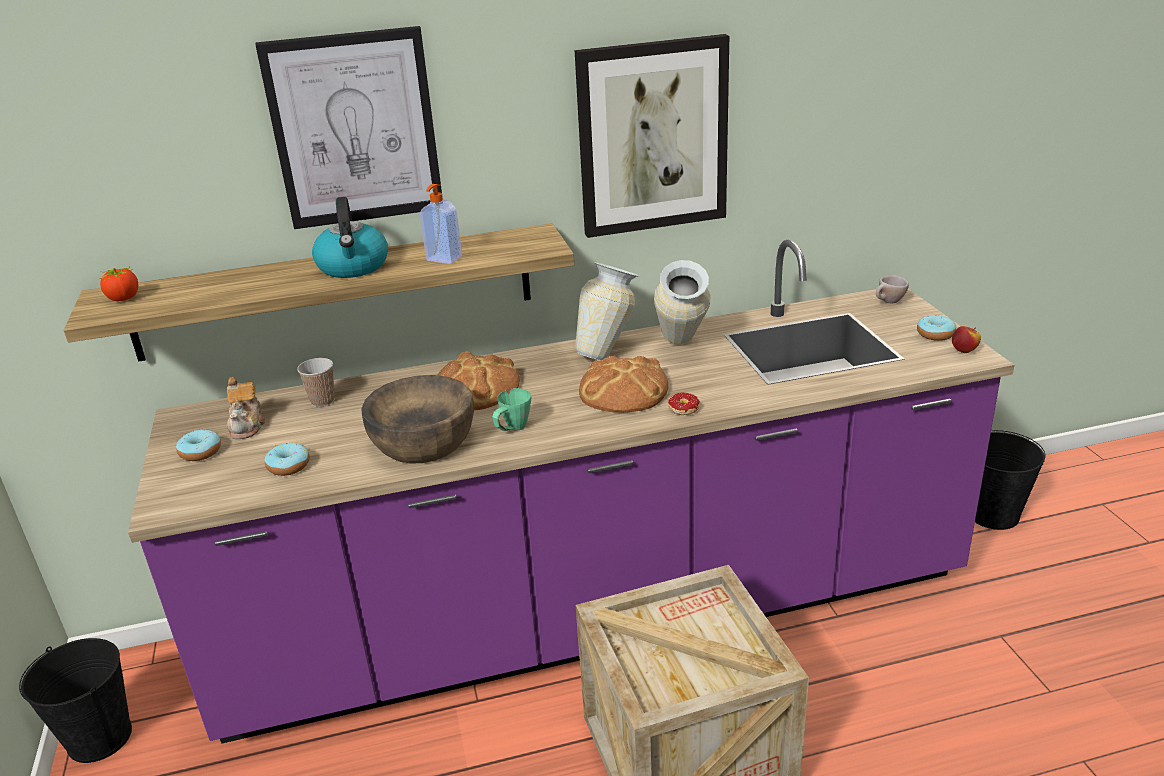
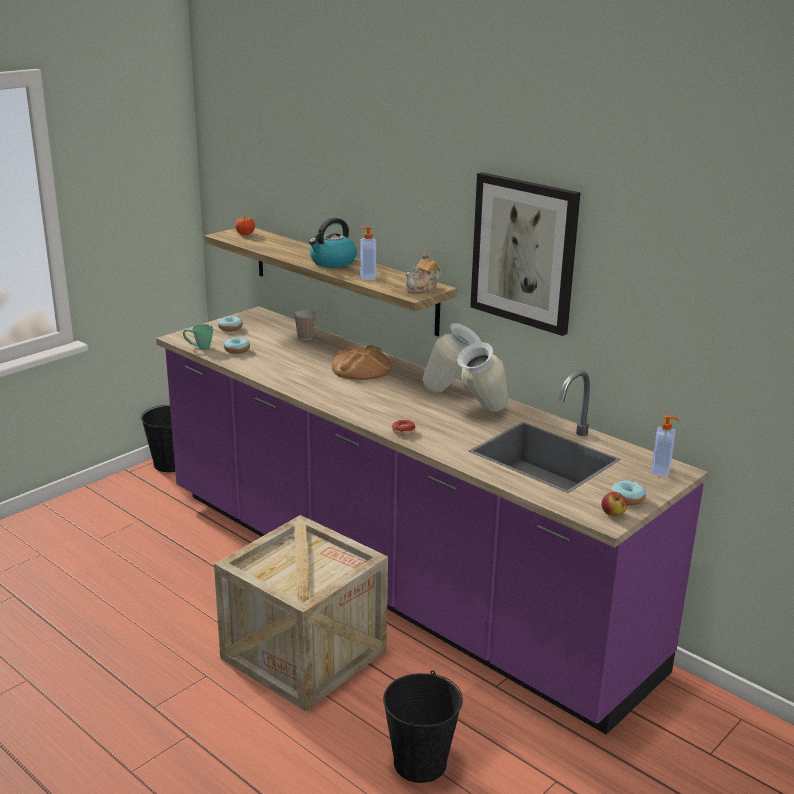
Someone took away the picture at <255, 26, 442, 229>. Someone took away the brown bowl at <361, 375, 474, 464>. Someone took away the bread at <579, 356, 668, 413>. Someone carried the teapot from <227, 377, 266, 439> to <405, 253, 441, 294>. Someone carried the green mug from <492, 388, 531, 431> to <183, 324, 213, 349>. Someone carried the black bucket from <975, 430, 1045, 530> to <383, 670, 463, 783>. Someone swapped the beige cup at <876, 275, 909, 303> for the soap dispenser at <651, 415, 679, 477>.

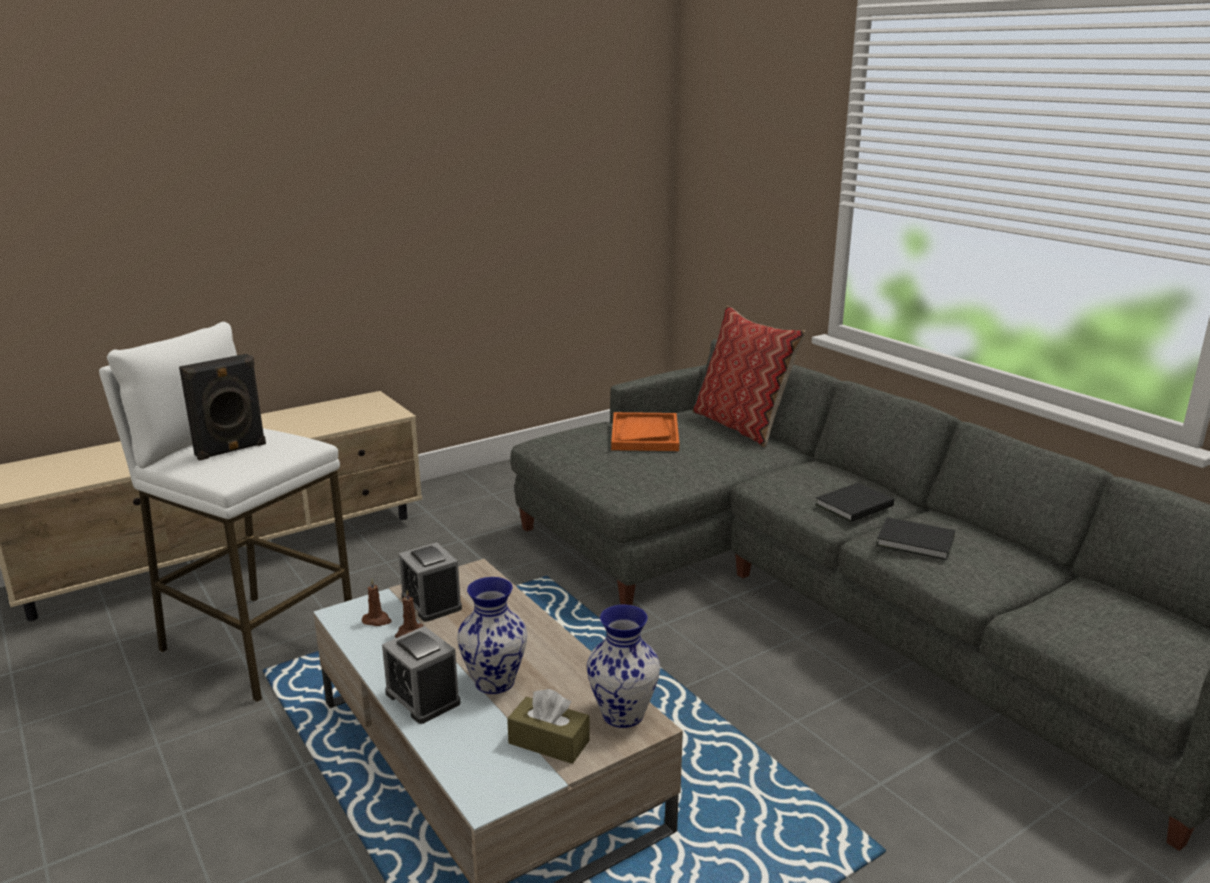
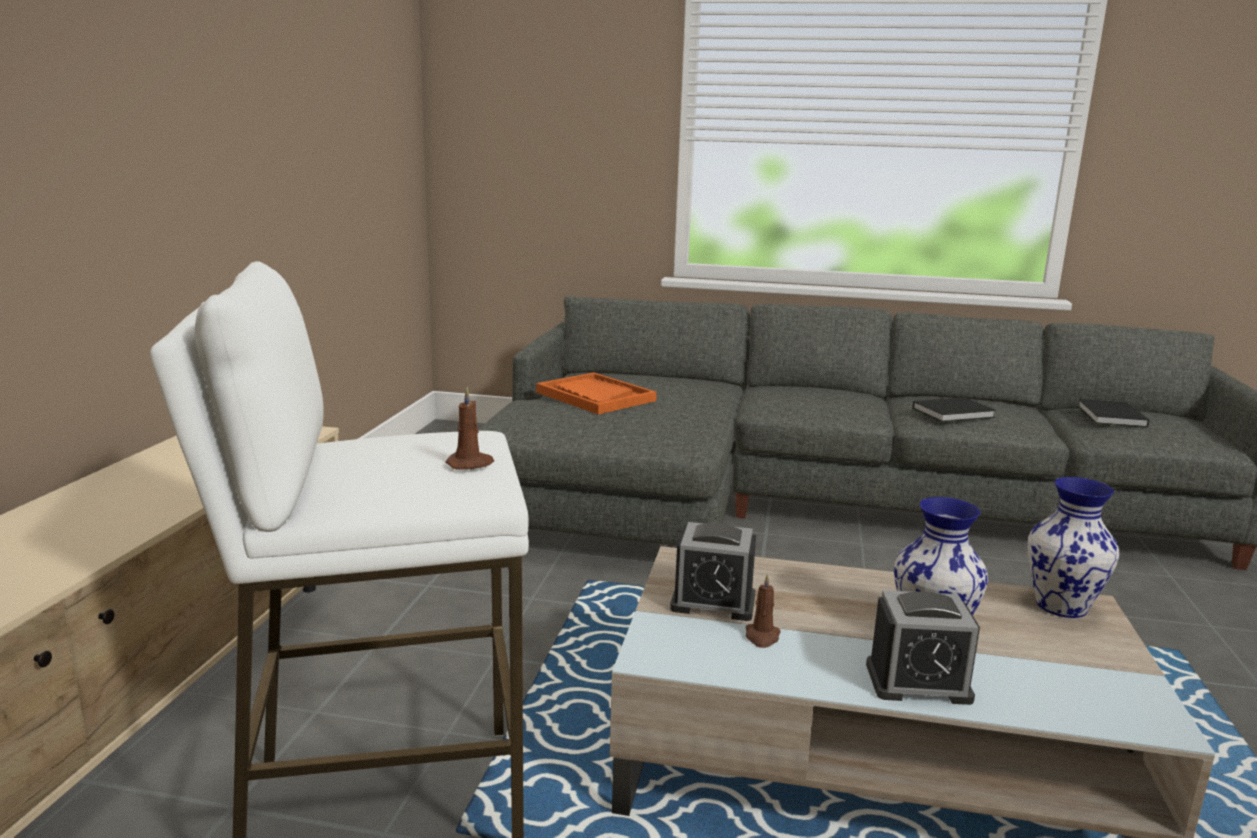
Someone took away the black speaker at <179, 354, 266, 461>. Someone took away the brown tissue box at <507, 689, 590, 764>. Someone took away the pillow at <693, 306, 806, 448>. Someone carried the brown candle from <362, 579, 392, 626> to <445, 387, 494, 470>. Someone carried the black book from <815, 483, 894, 522> to <1077, 399, 1149, 428>.

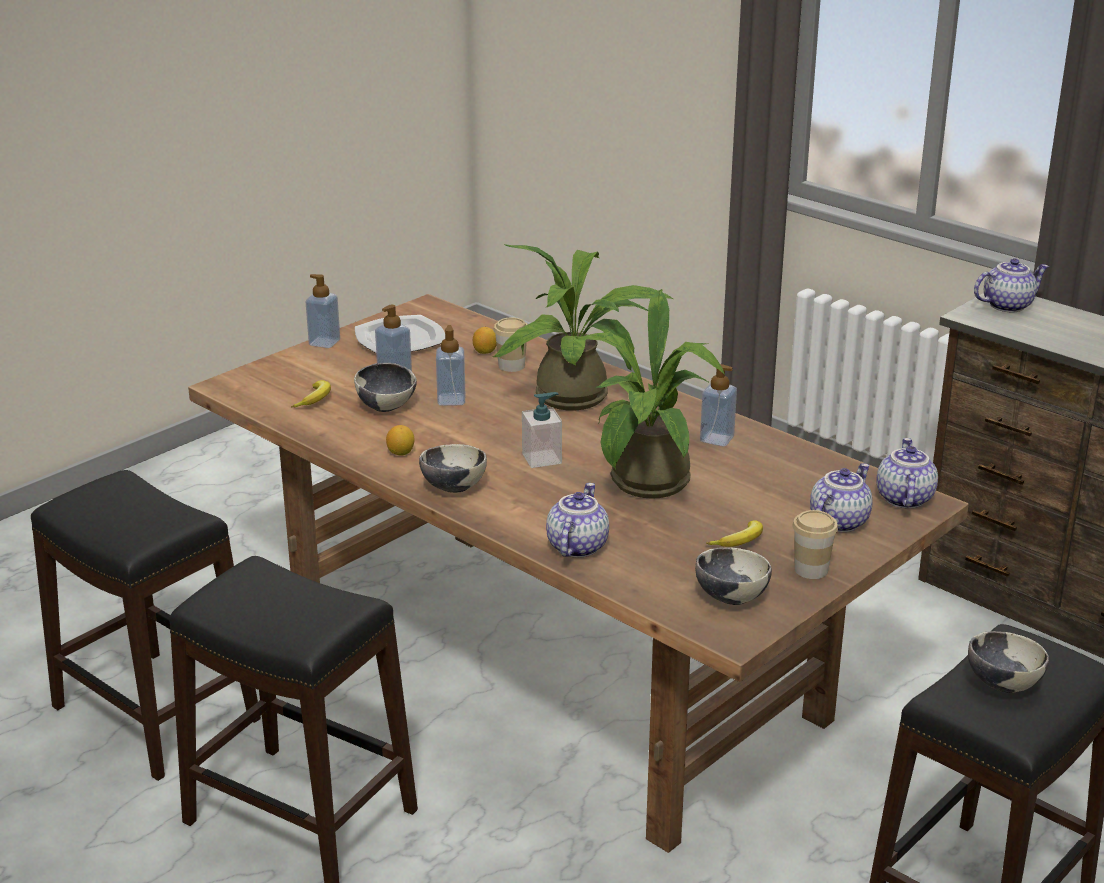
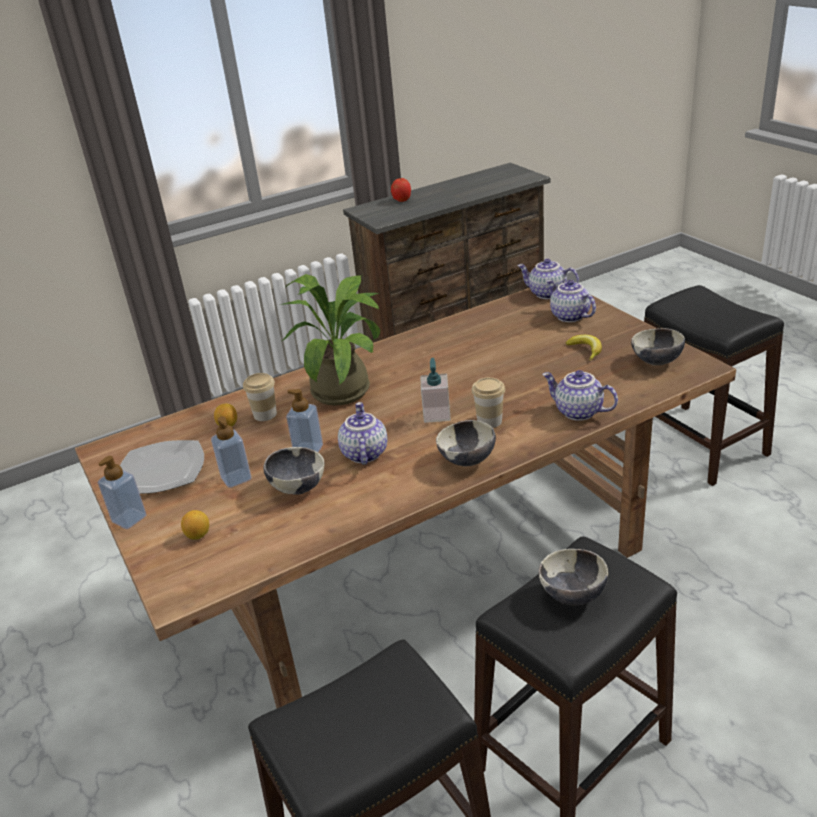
Someone took away the banana at <291, 380, 331, 408>. Someone took away the potted plant at <575, 289, 725, 499>. Someone took away the soap dispenser at <700, 364, 737, 446>. Someone put down the apple at <391, 178, 411, 202>. Someone carried the lemon from <386, 425, 415, 456> to <181, 510, 209, 540>. Someone carried the cup from <792, 510, 838, 579> to <472, 377, 505, 428>. Someone carried the bowl from <968, 631, 1049, 693> to <538, 549, 608, 605>. Someone carried the teapot from <974, 258, 1049, 312> to <338, 402, 387, 465>.

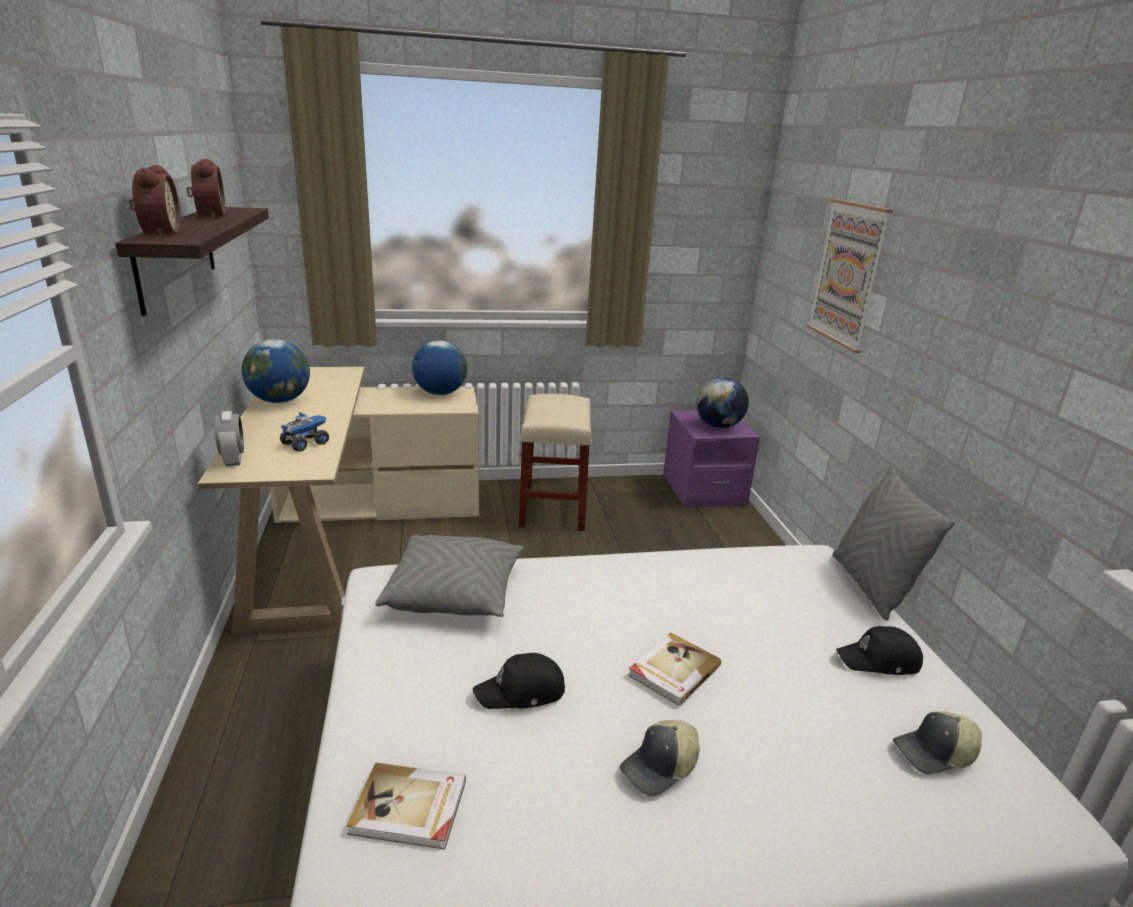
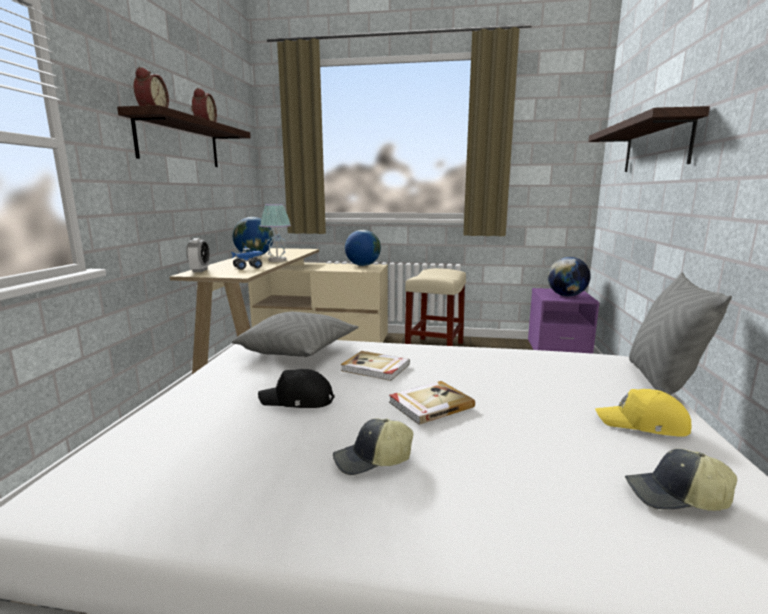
Someone put down the table lamp at <260, 204, 291, 262>. Someone carried the book from <346, 763, 466, 850> to <340, 351, 410, 381>. Someone swapped the picture at <807, 199, 893, 353> for the shelf at <588, 106, 710, 172>. Someone repainted the black cap at <836, 626, 923, 675>, which became the yellow cap at <595, 389, 691, 437>.

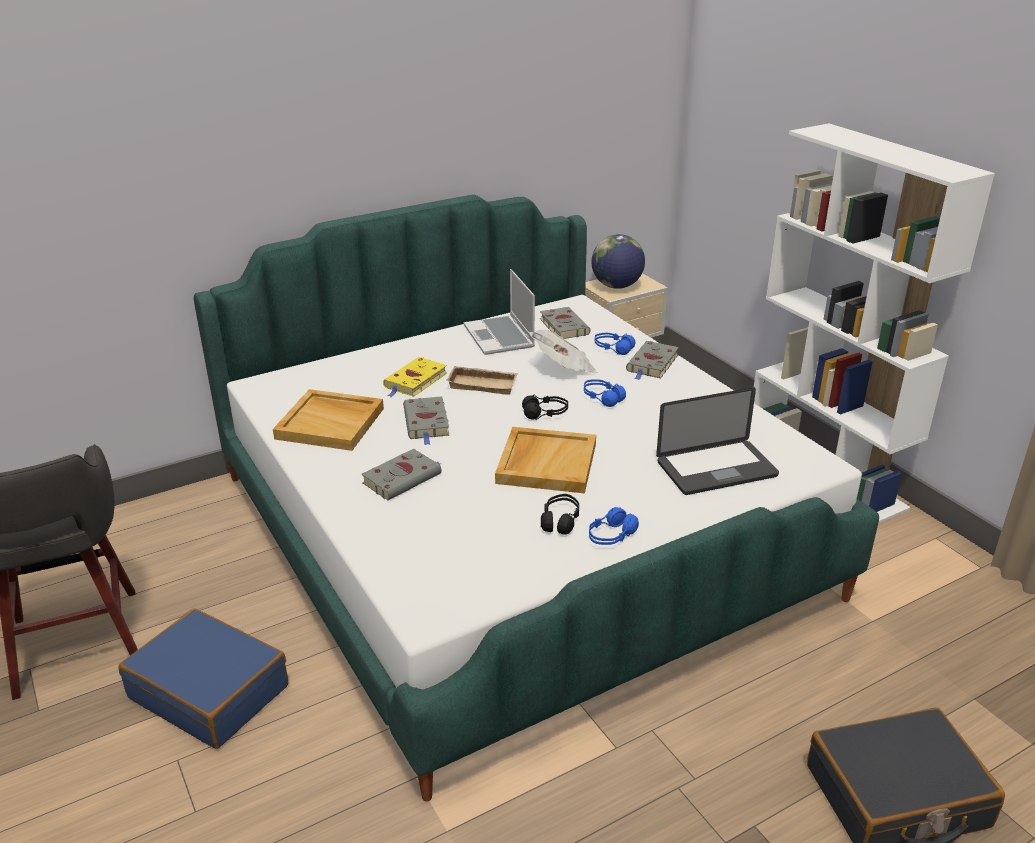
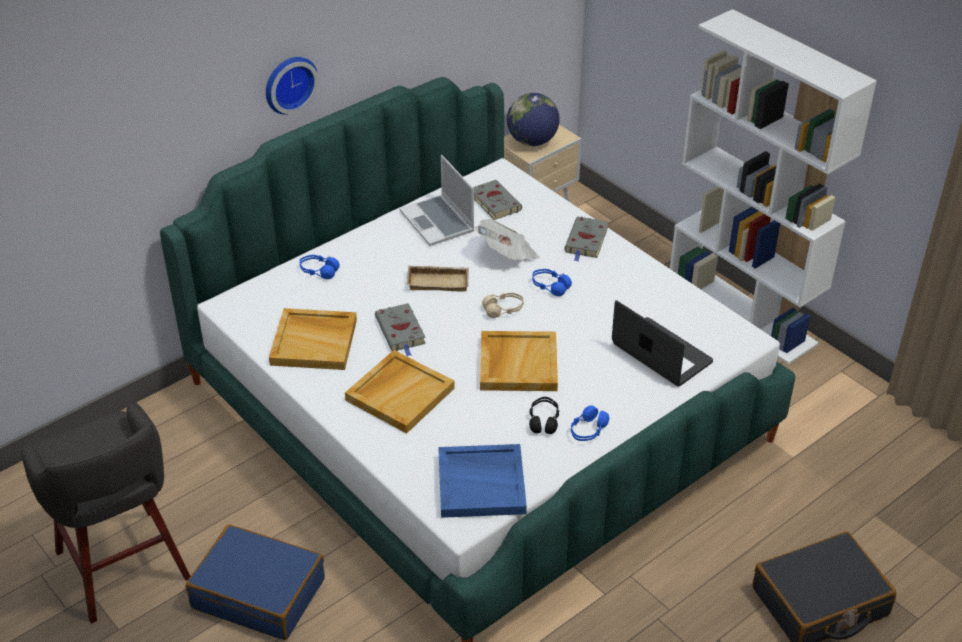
Someone took away the yellow book at <383, 357, 447, 397>. Someone put up the wall clock at <266, 57, 319, 115>. Someone put down the blue tray at <438, 444, 527, 518>. Someone carried the blue headphones from <595, 333, 635, 355> to <299, 255, 340, 279>. Someone swapped the grey book at <361, 449, 442, 500> for the beige tray at <345, 350, 455, 434>. Someone repainted the black headphones at <522, 394, 568, 420>, which became the beige headphones at <482, 292, 524, 318>. Someone rotated the laptop at <656, 387, 779, 495> by 105 degrees counterclockwise.

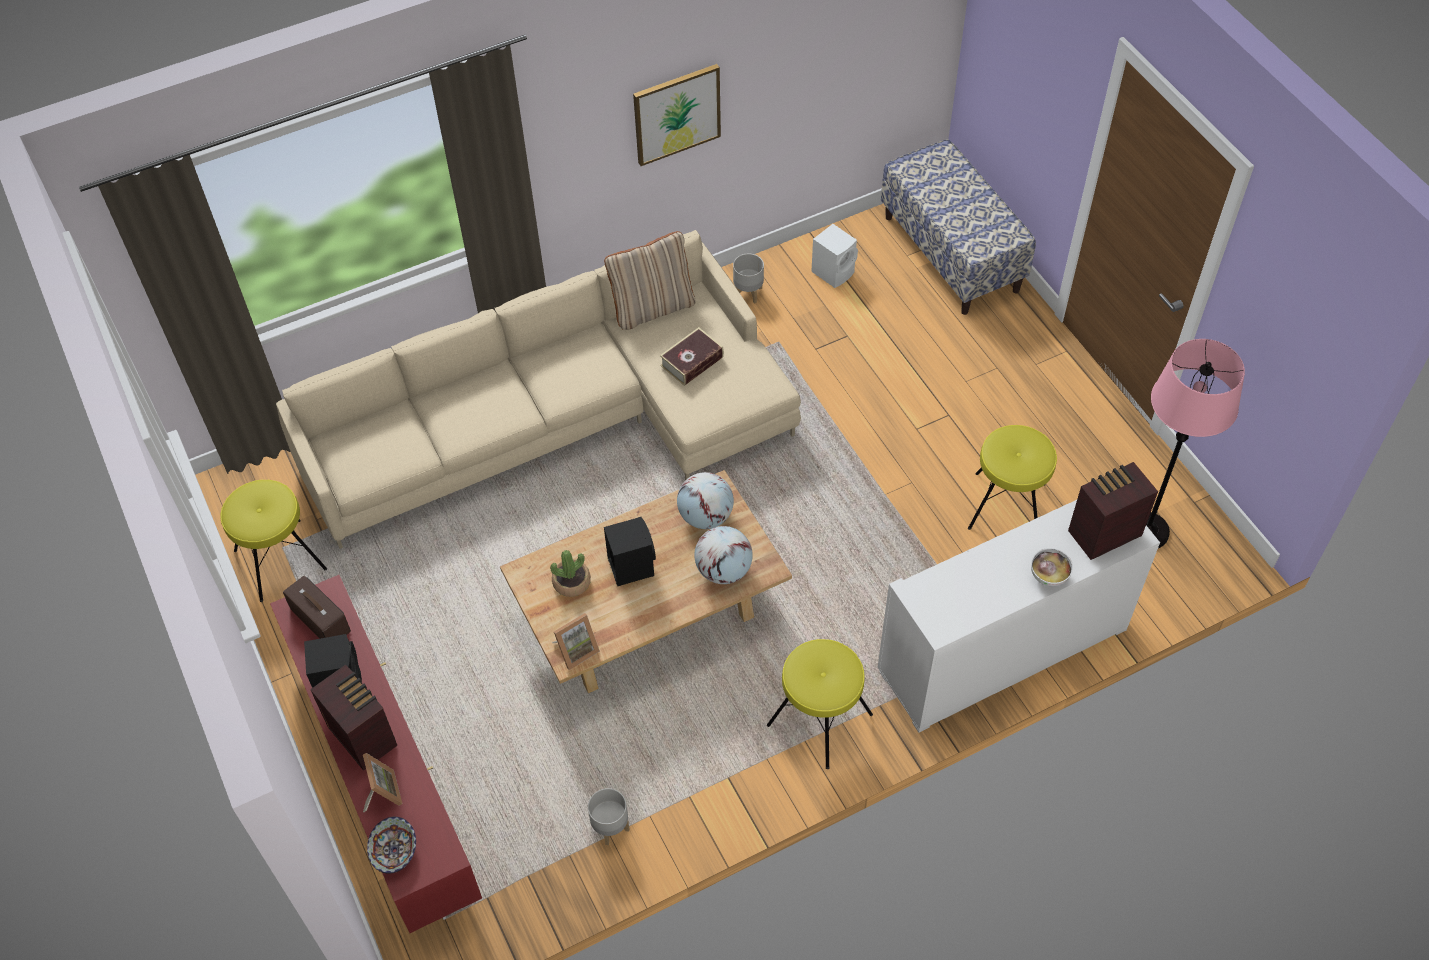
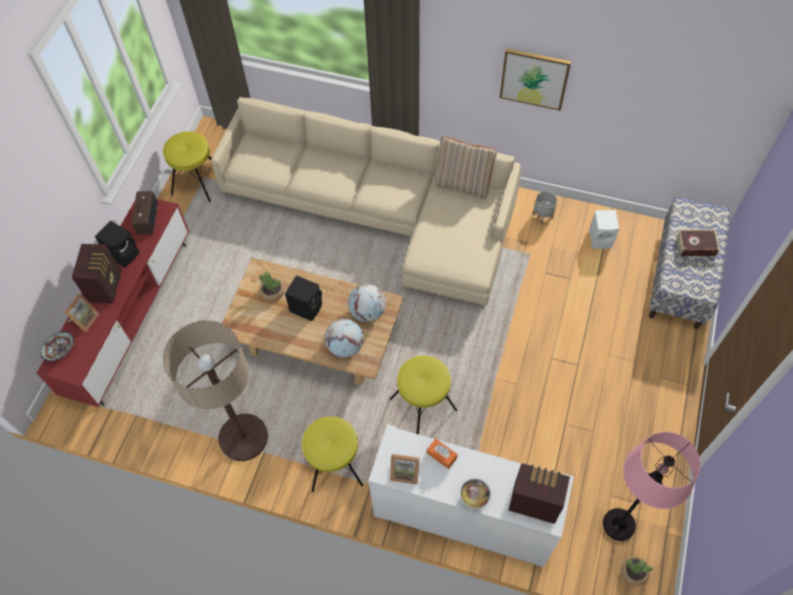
Someone took away the grey planter at <588, 788, 629, 845>. Someone put down the floor lamp at <163, 320, 268, 461>. Someone put down the orange tissue box at <427, 439, 457, 469>. Someone put down the potted plant at <621, 557, 653, 586>. Someone carried the picture frame from <552, 613, 600, 670> to <390, 454, 420, 485>. Someone carried the book from <660, 327, 724, 386> to <676, 229, 720, 256>. Someone carried the yellow stool from <968, 425, 1057, 530> to <390, 356, 457, 434>.

